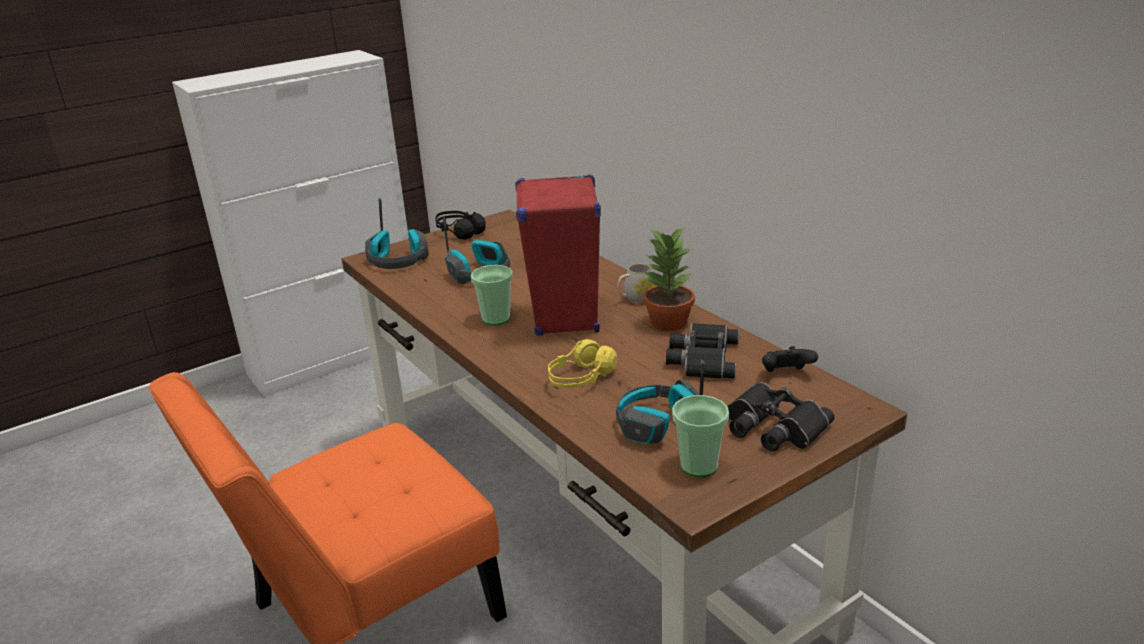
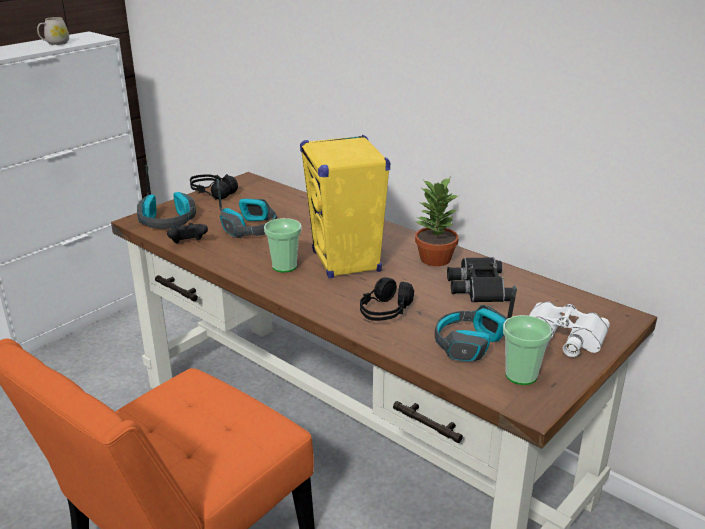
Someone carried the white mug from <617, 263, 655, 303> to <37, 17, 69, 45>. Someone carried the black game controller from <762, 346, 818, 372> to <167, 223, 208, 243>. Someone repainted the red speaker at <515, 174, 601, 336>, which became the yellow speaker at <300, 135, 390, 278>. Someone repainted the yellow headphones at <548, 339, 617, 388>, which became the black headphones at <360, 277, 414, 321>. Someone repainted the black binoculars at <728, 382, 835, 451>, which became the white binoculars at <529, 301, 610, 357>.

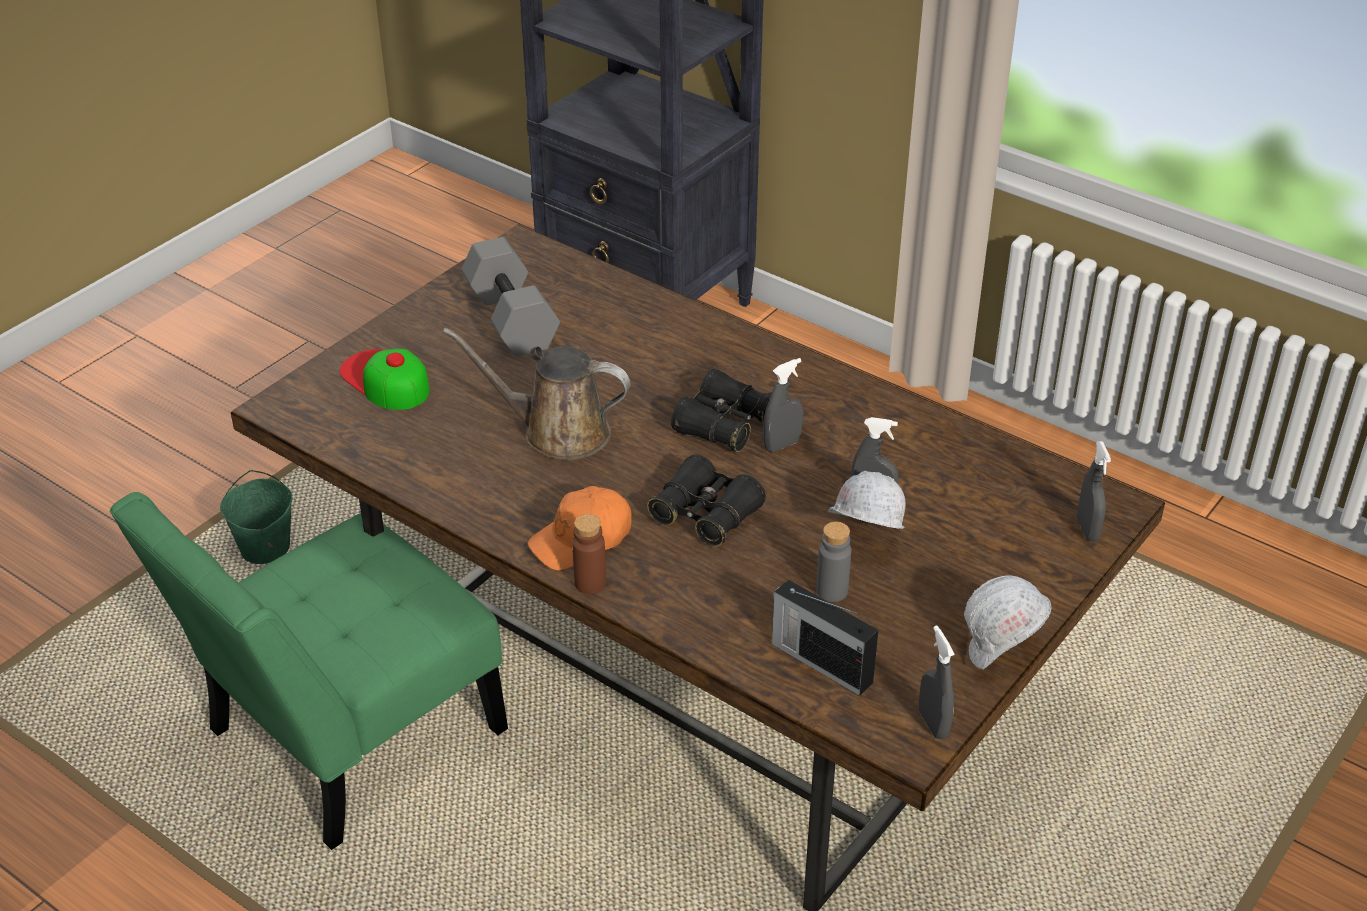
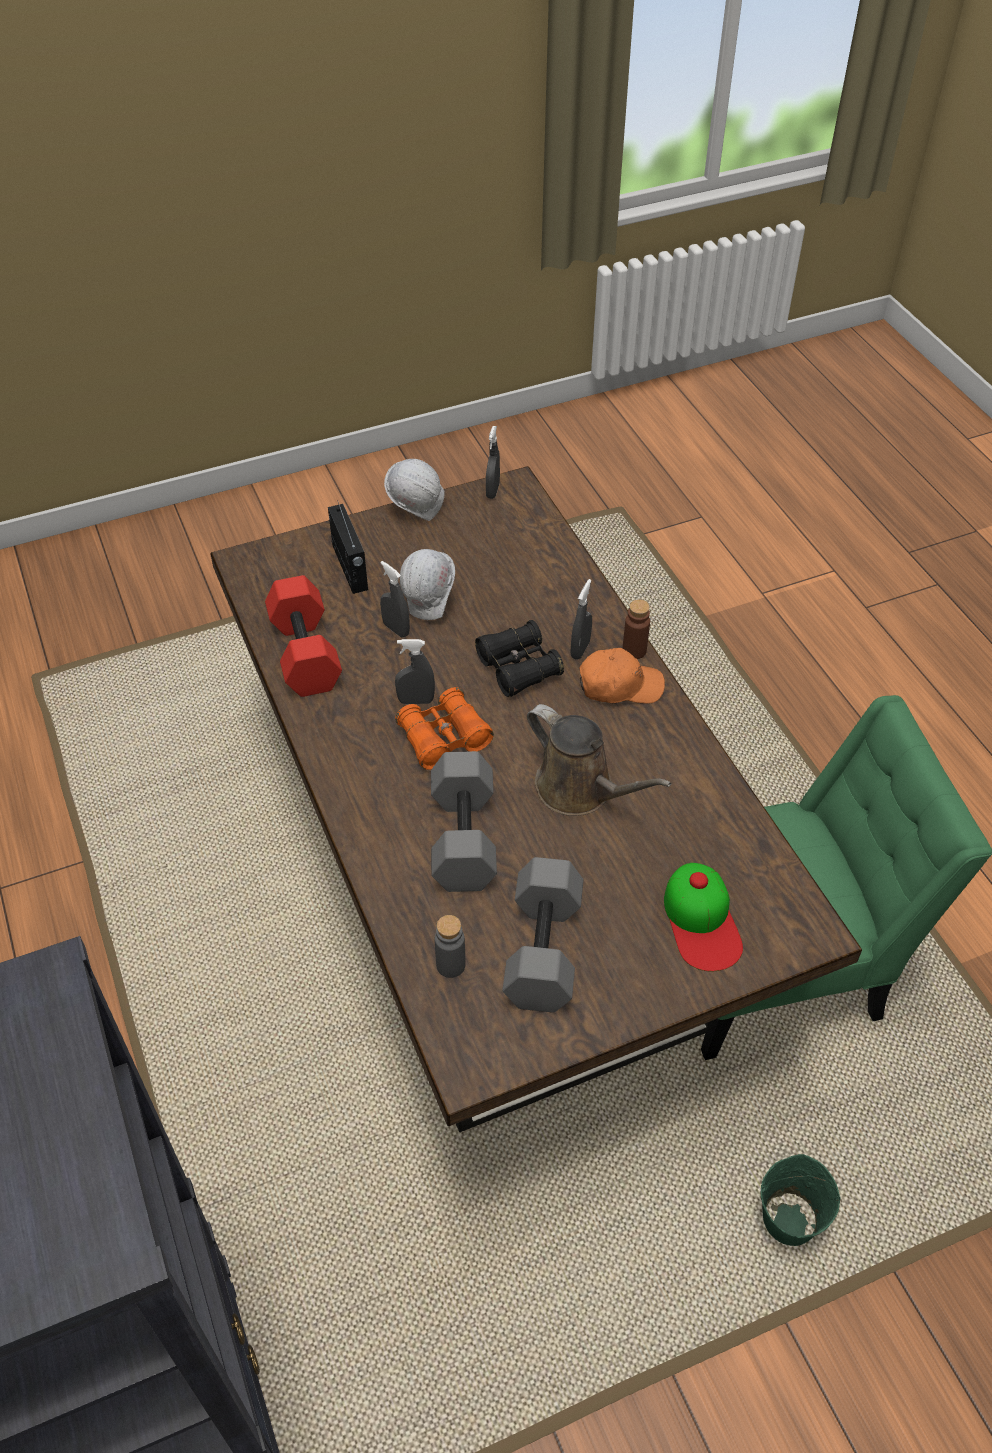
Someone put down the red dumbbell at <265, 575, 342, 697>. Someone put down the grey dumbbell at <431, 751, 497, 892>. Someone carried the radio from <772, 579, 878, 696> to <328, 500, 368, 594>. Someone carried the grey bottle from <816, 522, 851, 602> to <435, 915, 465, 978>. Someone carried the grey spray bottle from <1077, 441, 1111, 541> to <571, 579, 592, 660>. Someone repainted the black binoculars at <671, 369, 771, 452>, which became the orange binoculars at <395, 687, 494, 770>.

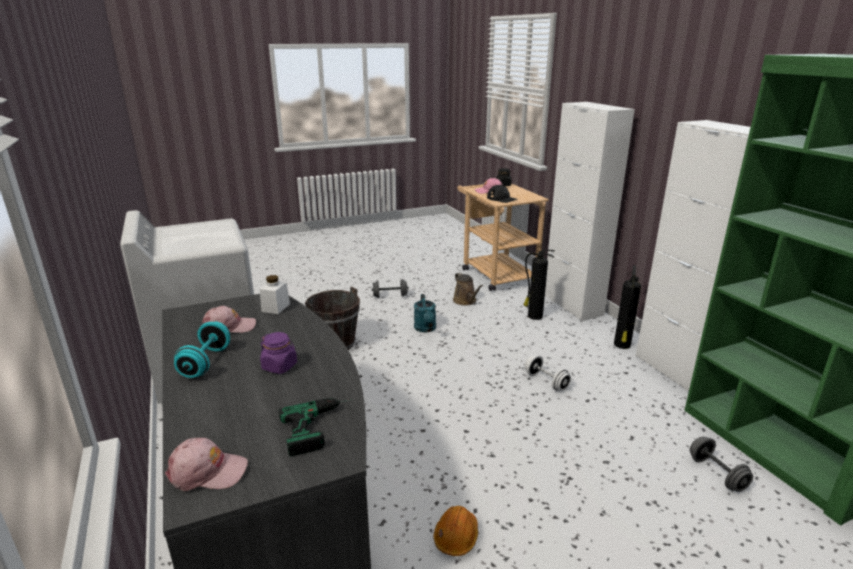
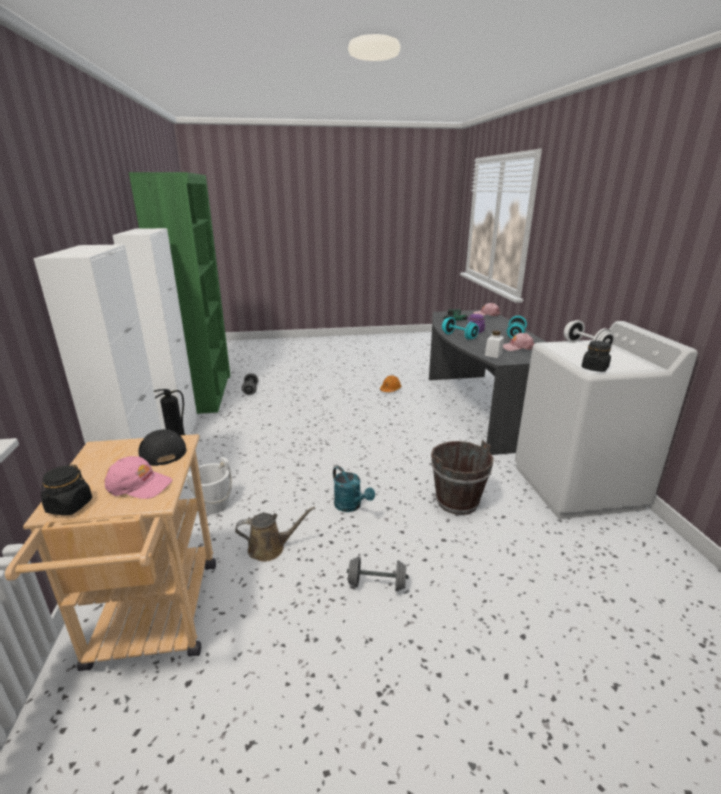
Someone put down the turquoise dumbbell at <442, 317, 479, 340>. Someone put down the black jar at <581, 341, 611, 372>. Someone carried the white dumbbell from <525, 355, 571, 391> to <564, 320, 615, 347>. Someone swapped the fire extinguisher at <523, 250, 555, 320> for the white bucket at <187, 457, 232, 514>. Someone rotated the turquoise watering can at <414, 294, 436, 333> by 135 degrees clockwise. Someone rotated the brown watering can at <453, 272, 483, 306> by 90 degrees clockwise.

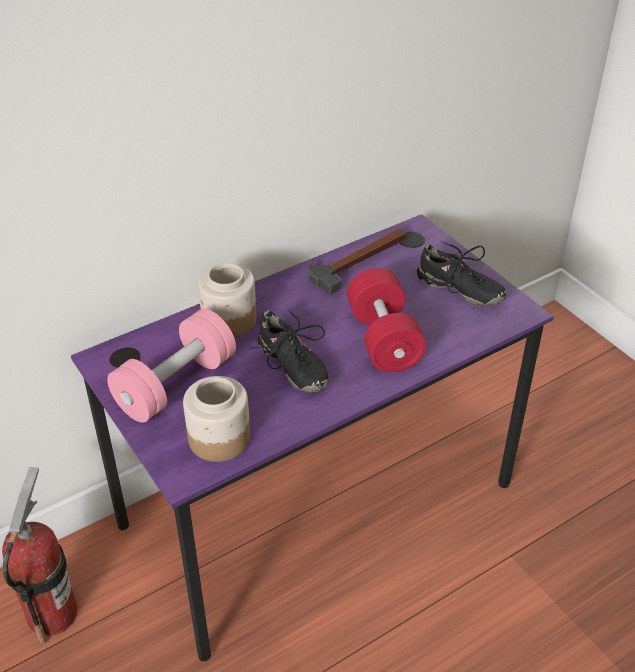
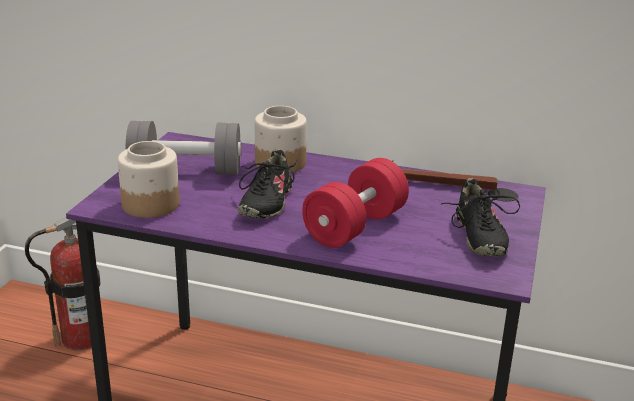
Someone repainted the pink dumbbell at <107, 309, 236, 423>, which became the grey dumbbell at <126, 121, 242, 175>.

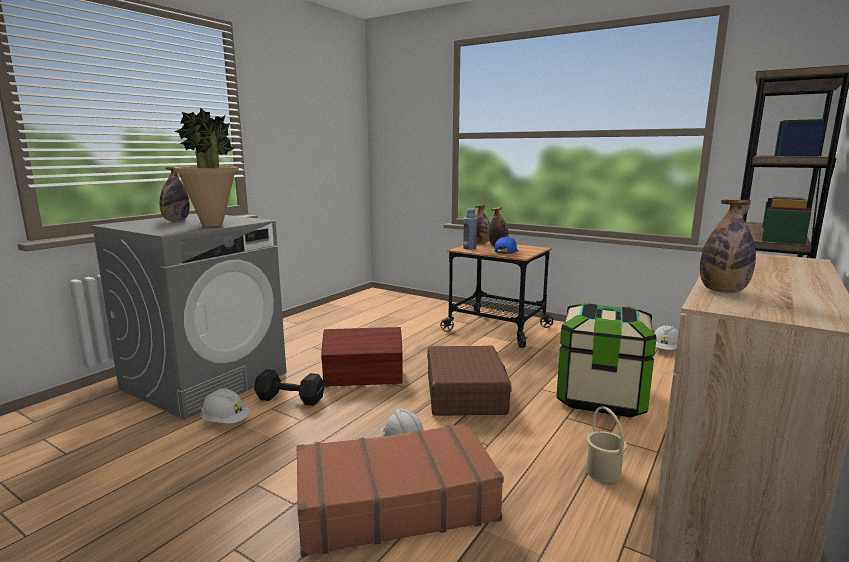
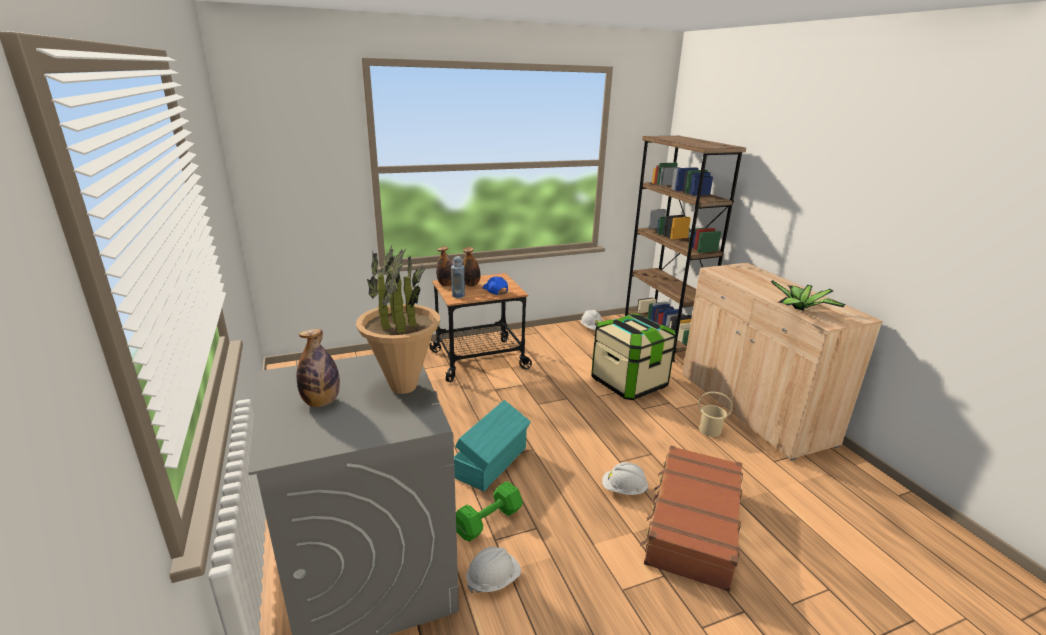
Someone took away the brown suitcase at <427, 346, 512, 416>. Someone swapped the bottle at <700, 200, 756, 293> for the potted plant at <771, 280, 846, 311>. Someone repainted the black dumbbell at <254, 369, 324, 406>, which became the green dumbbell at <456, 481, 522, 542>. Someone repainted the brown storage box at <321, 327, 403, 387>, which became the turquoise storage box at <454, 400, 531, 491>.

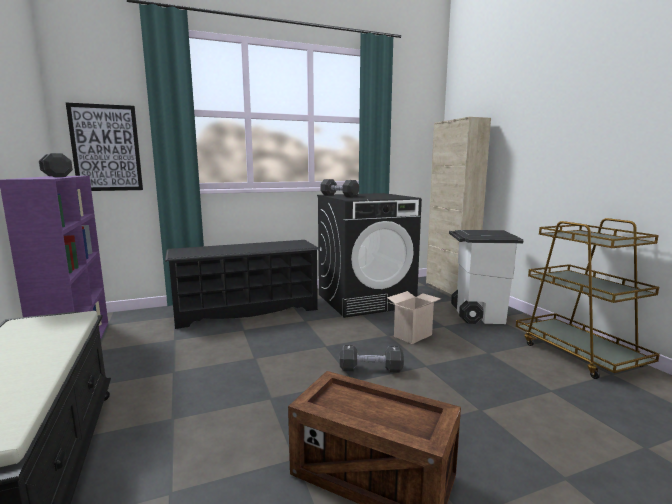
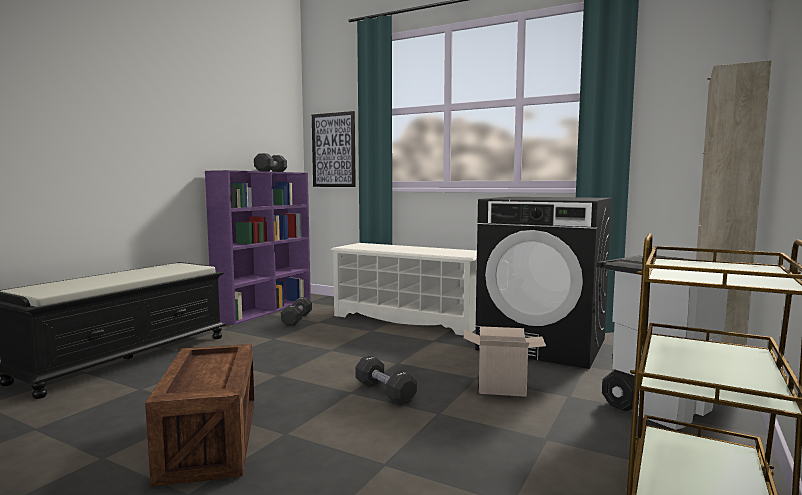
Someone carried the black dumbbell from <320, 179, 359, 197> to <281, 297, 312, 326>. Someone repainted the black shoe rack at <165, 240, 320, 329>, which became the white shoe rack at <330, 243, 477, 336>.

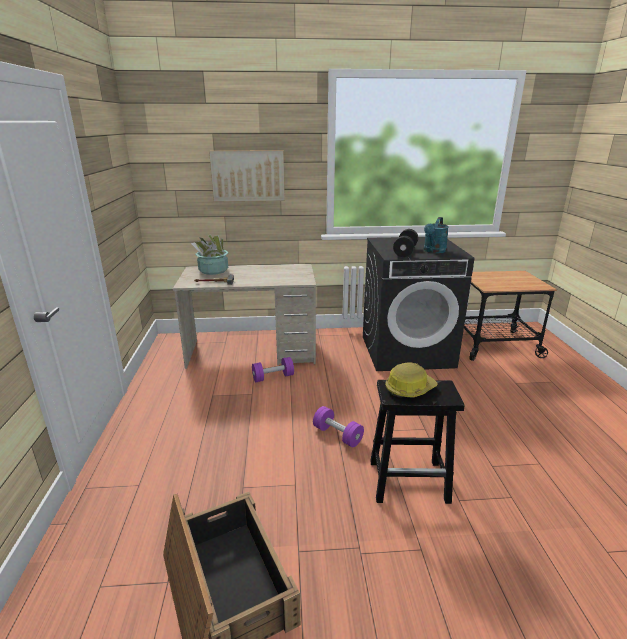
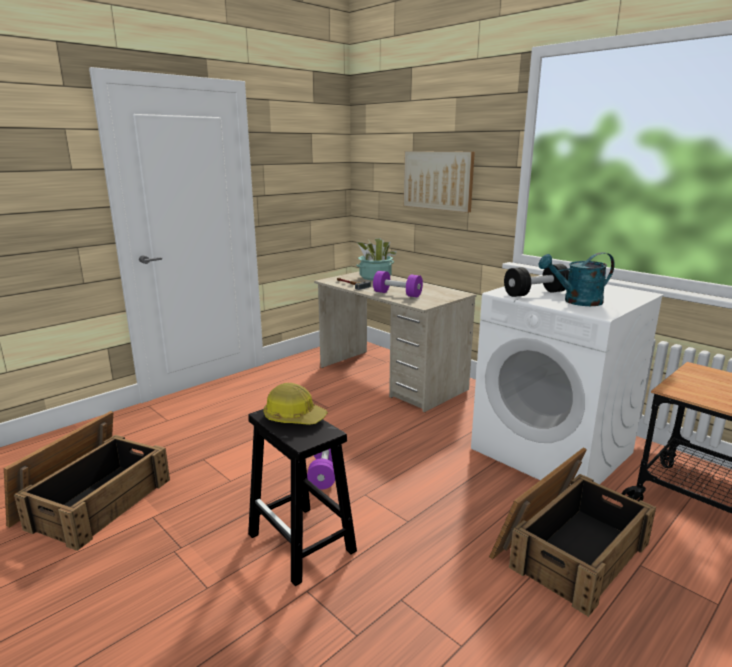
Someone put down the crate at <489, 447, 656, 617>. Someone carried the purple dumbbell from <252, 357, 294, 382> to <373, 271, 423, 297>. Someone repainted the black washing machine at <363, 237, 474, 371>, which became the white washing machine at <471, 274, 664, 486>.

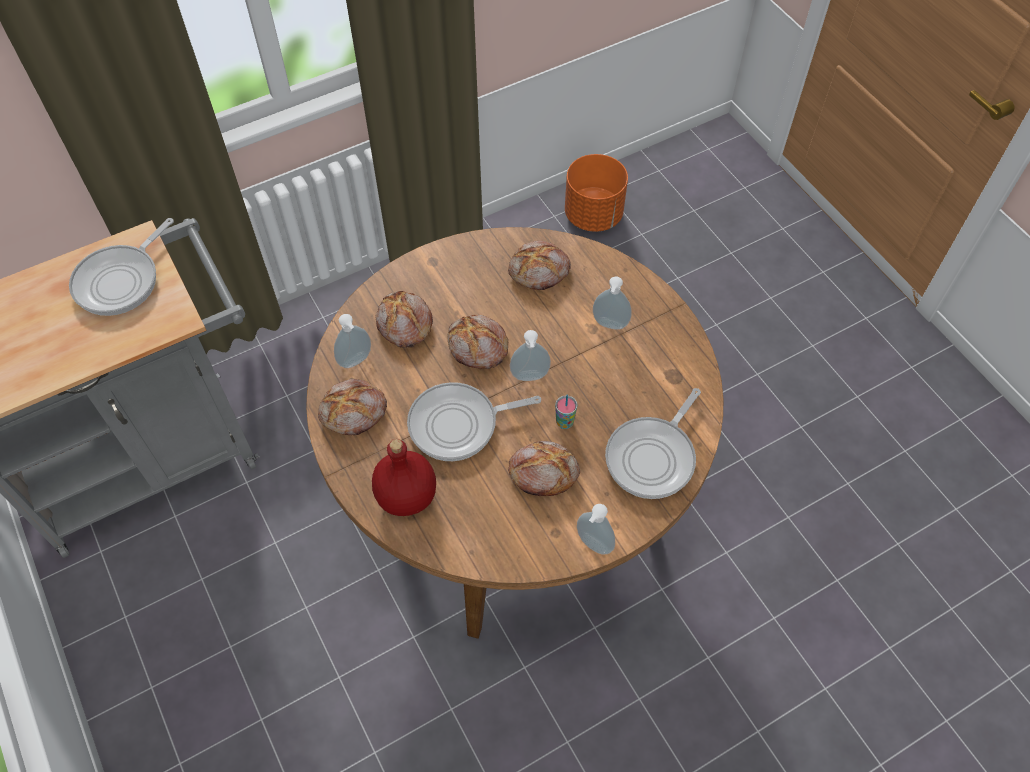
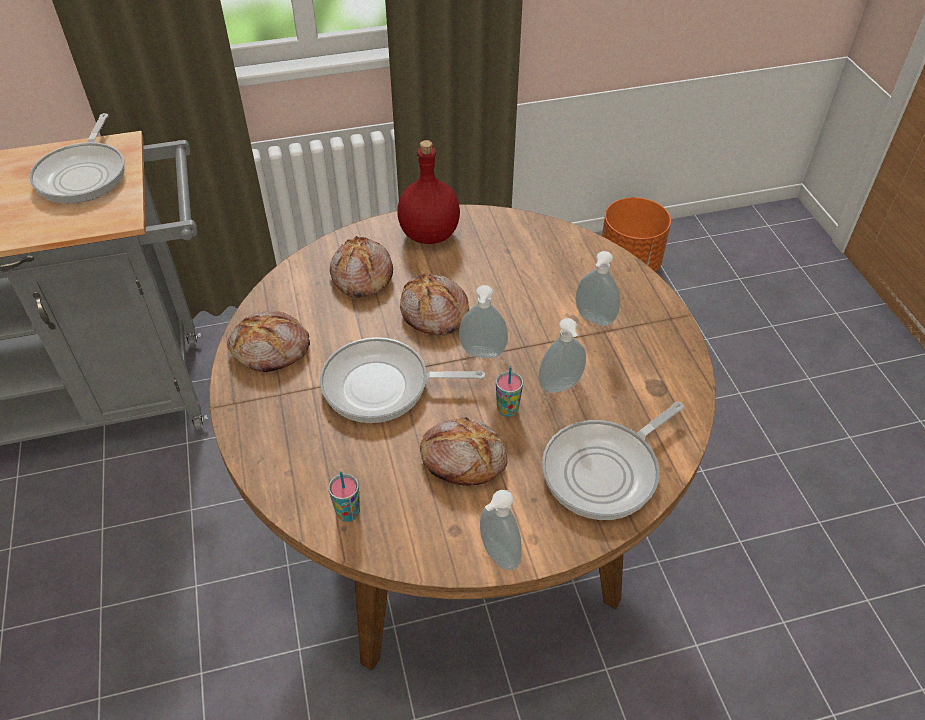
Someone took away the bread at <508, 241, 571, 290>. Someone put down the cup at <328, 471, 360, 522>. Someone carried the soap dispenser from <334, 314, 371, 368> to <538, 318, 586, 393>. Someone carried the red bottle from <372, 439, 436, 516> to <397, 140, 460, 244>. Someone rotated the frying pan at <69, 218, 174, 316> by 45 degrees counterclockwise.

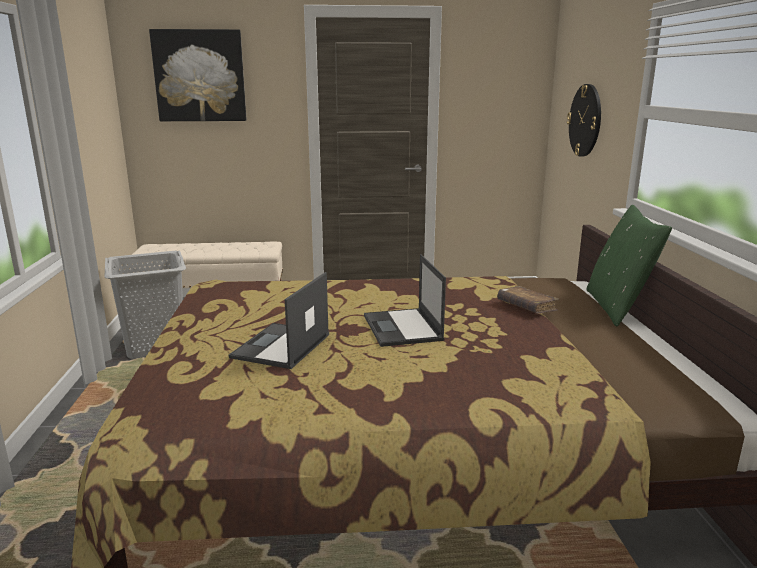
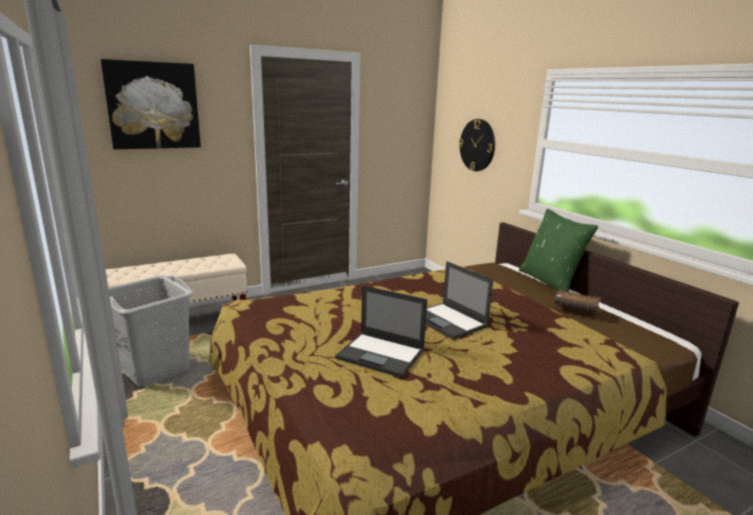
Someone carried the brown book from <497, 286, 559, 314> to <554, 290, 601, 313>. Someone rotated the laptop at <229, 272, 329, 369> by 60 degrees counterclockwise.

